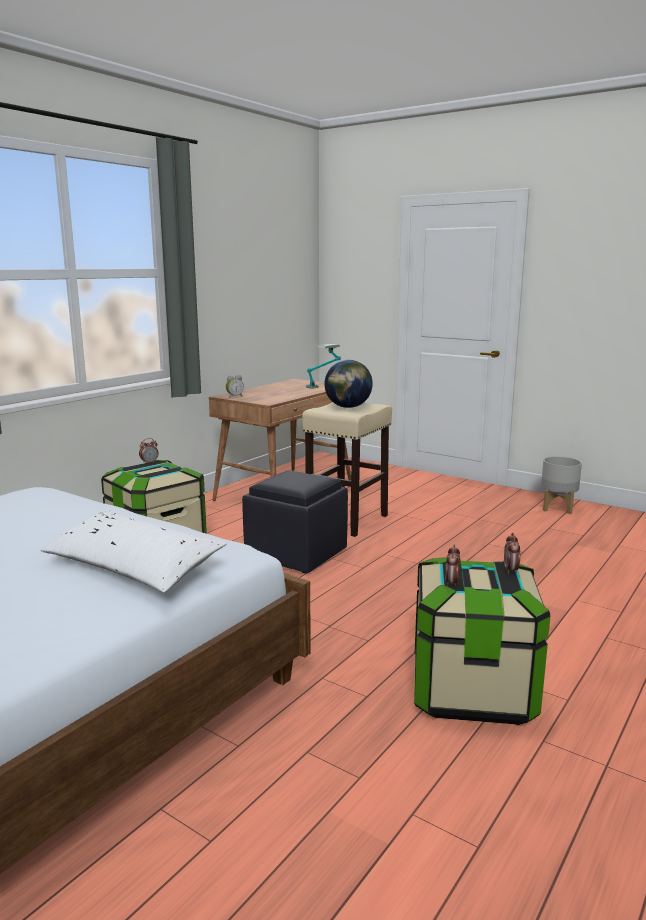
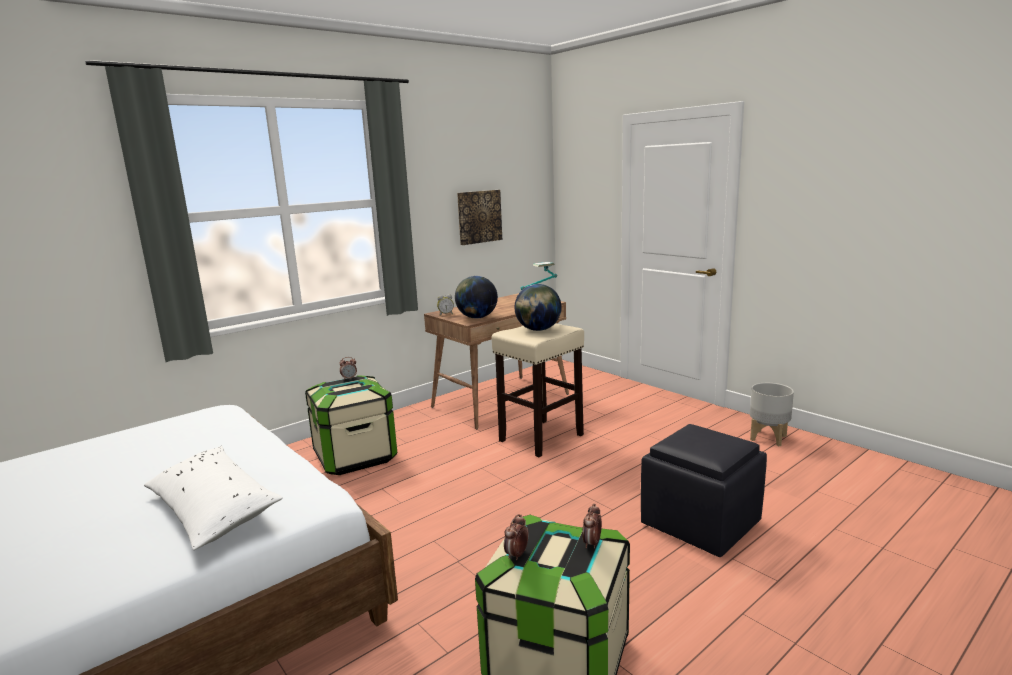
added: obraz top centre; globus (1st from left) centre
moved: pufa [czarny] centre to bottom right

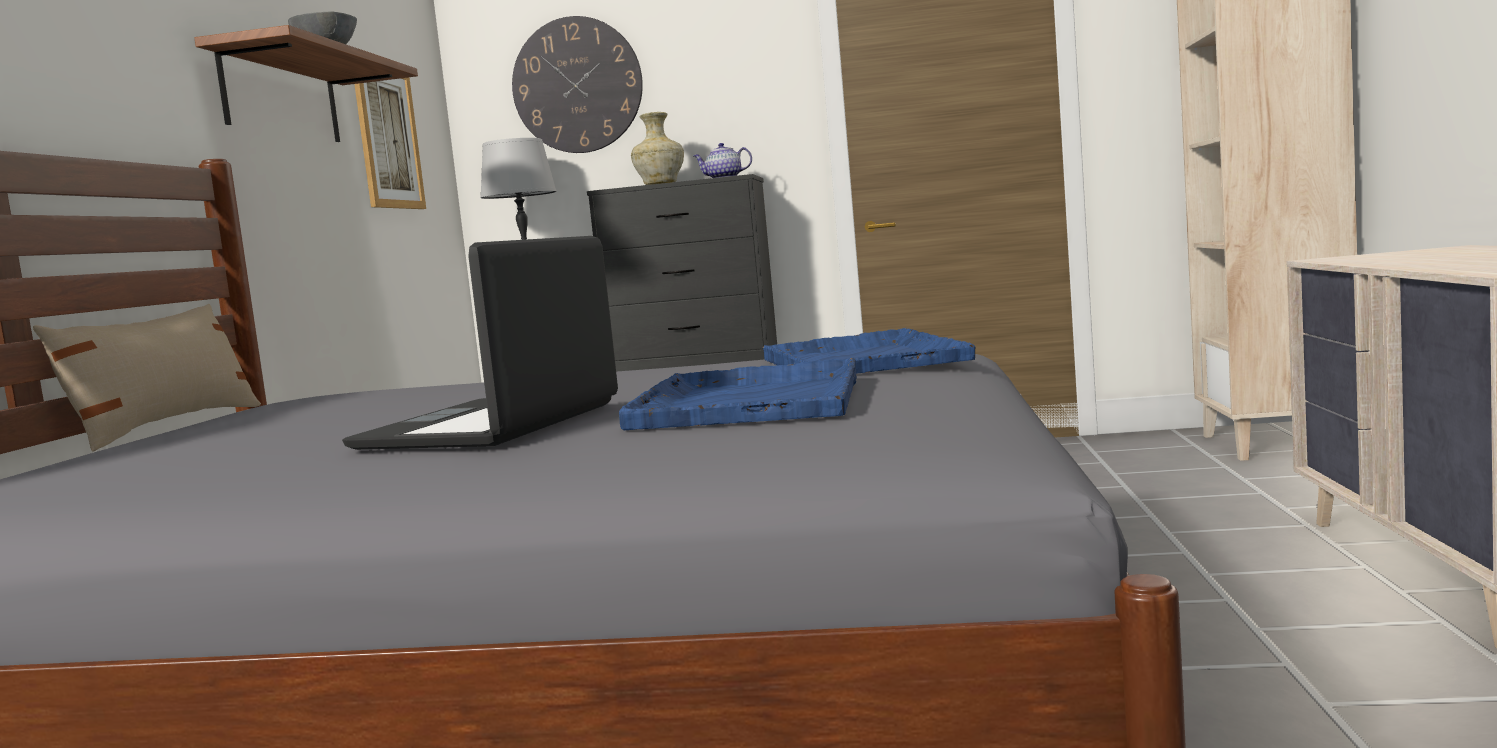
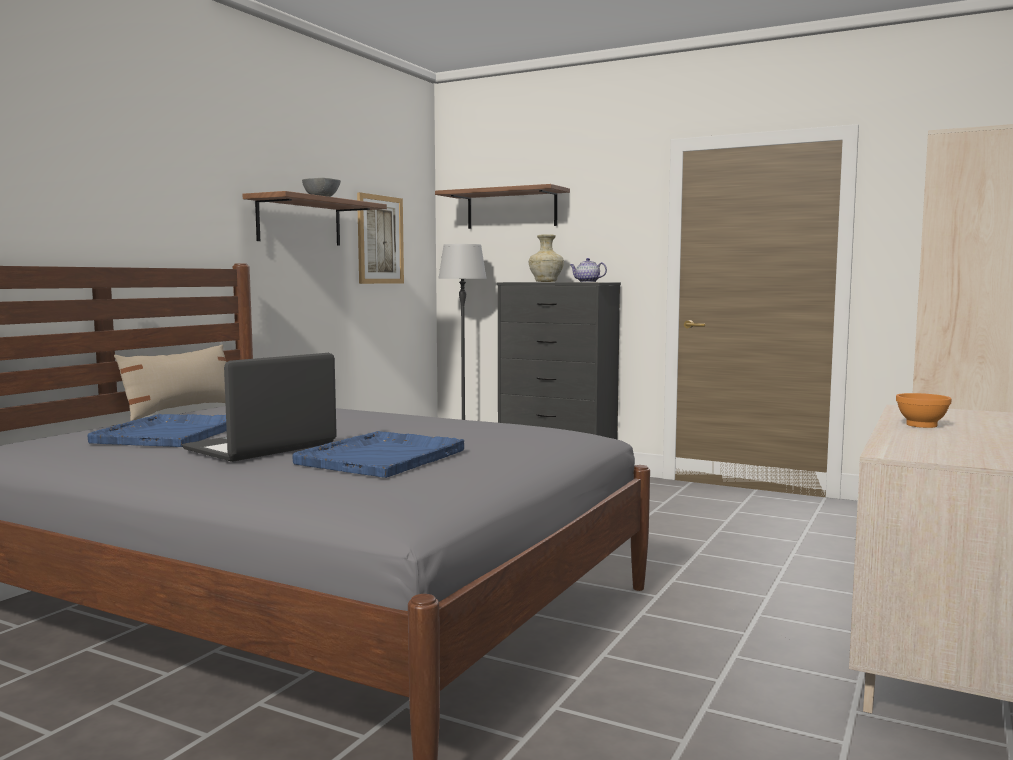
added: miska [pomarańczowy] middle right
moved: taca [niebieski] (2nd from left in the first image) centre to taca [niebieski] (1st from left) middle left
replaced: zegar ścienny top centre to półka (2nd from left) top centre

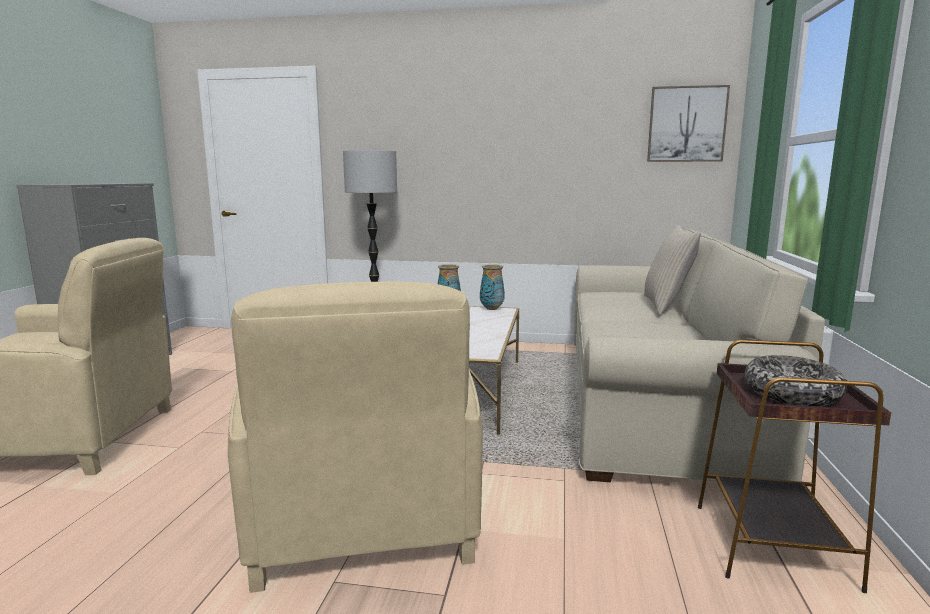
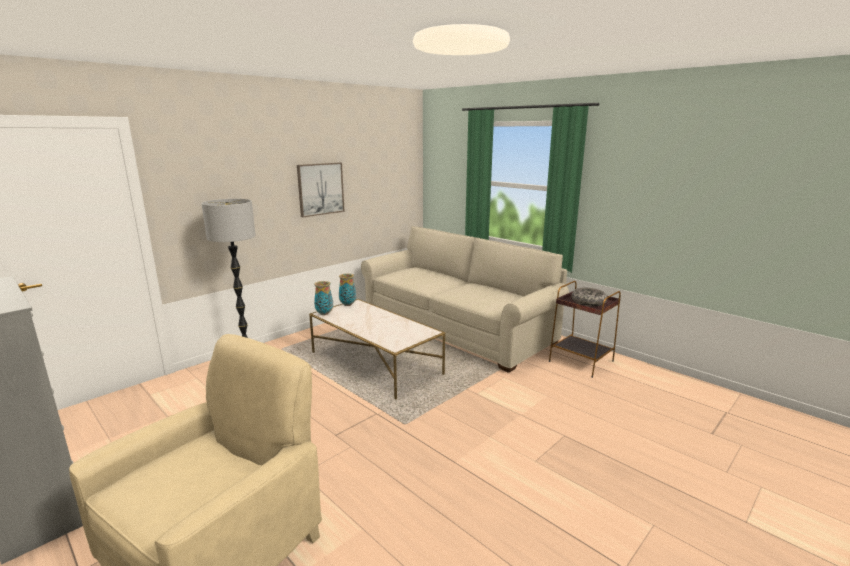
removed: poduszka [beżowy] middle right; fotel [beżowy] (2nd from left) bottom centre
moved: obraz top right to centre

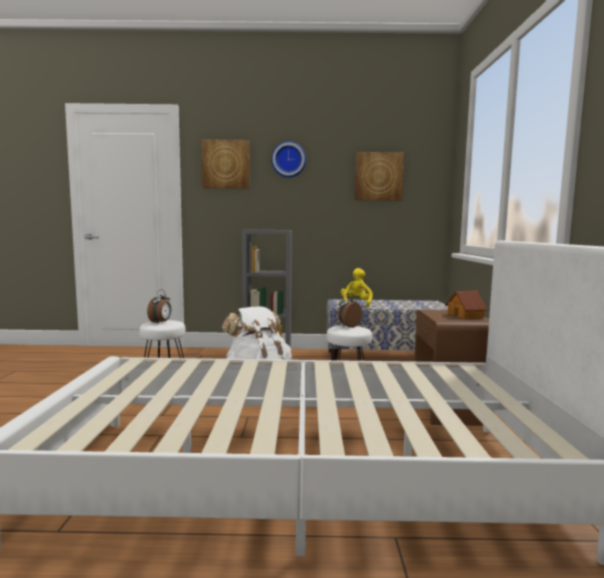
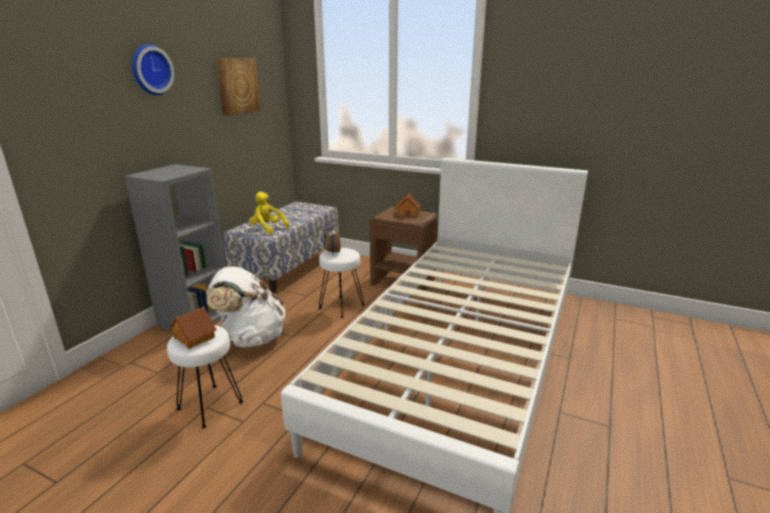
removed: obraz (1st from left) top centre
replaced: budzik (1st from left) middle left to domek (1st from left) middle left

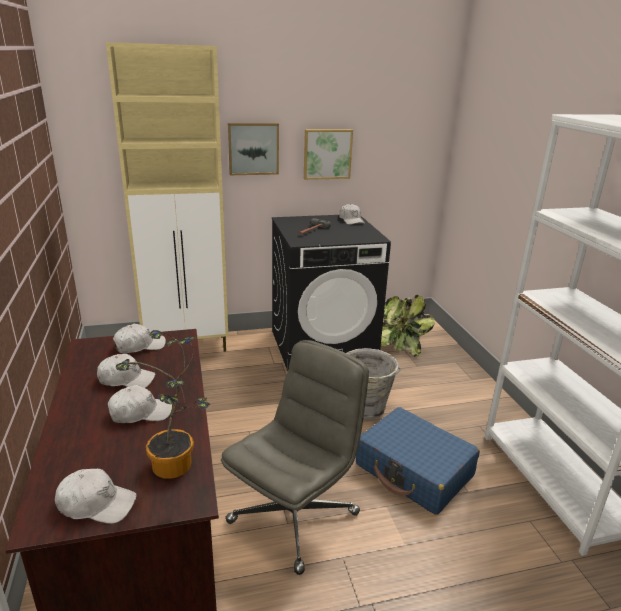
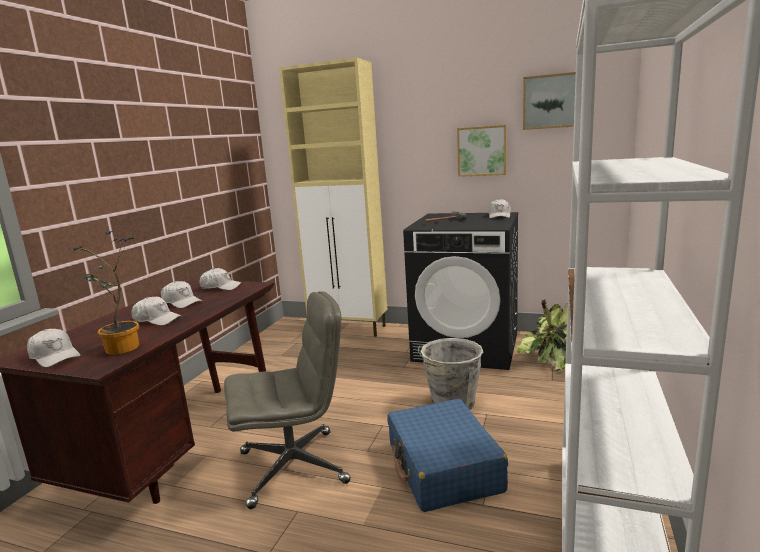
moved: obraz (1st from left in the first image) top centre to obraz (2nd from left) top right

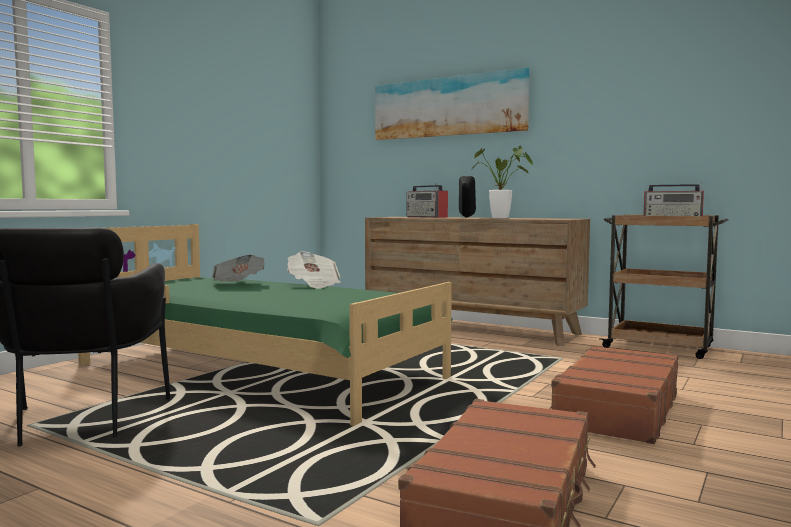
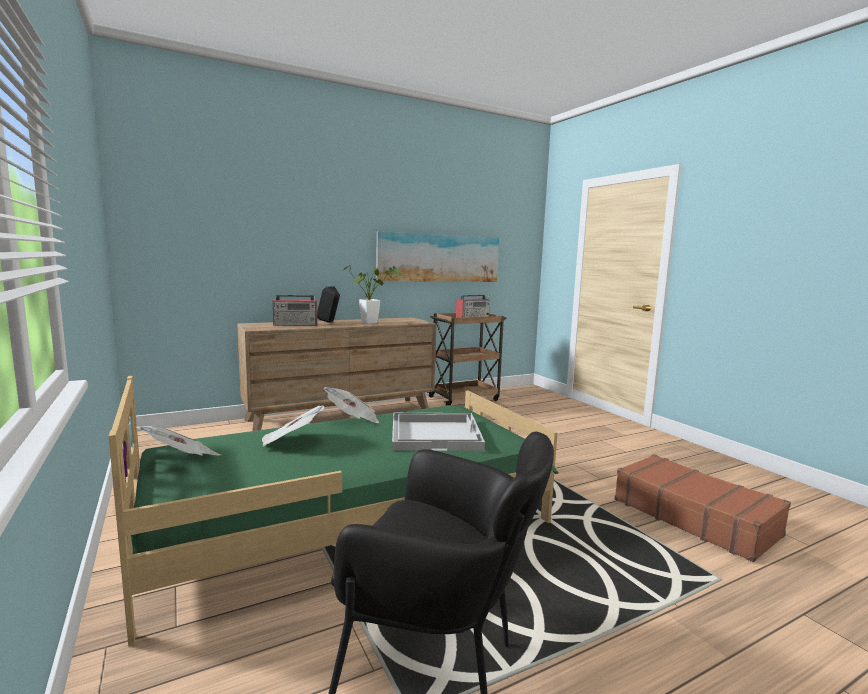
removed: walizka [brązowy] (2nd from left) bottom right
added: taca [biały] centre; gazeta (1st from left) middle left
moved: obraz top centre to centre

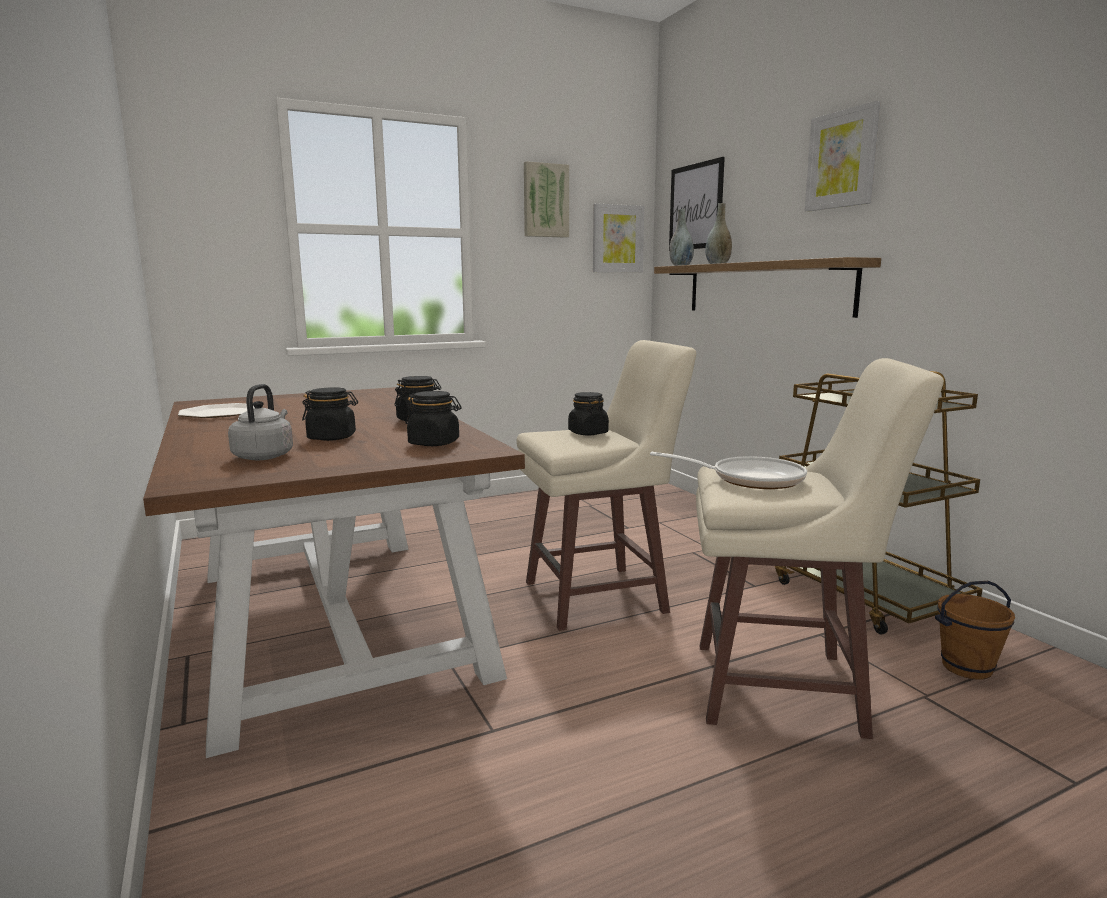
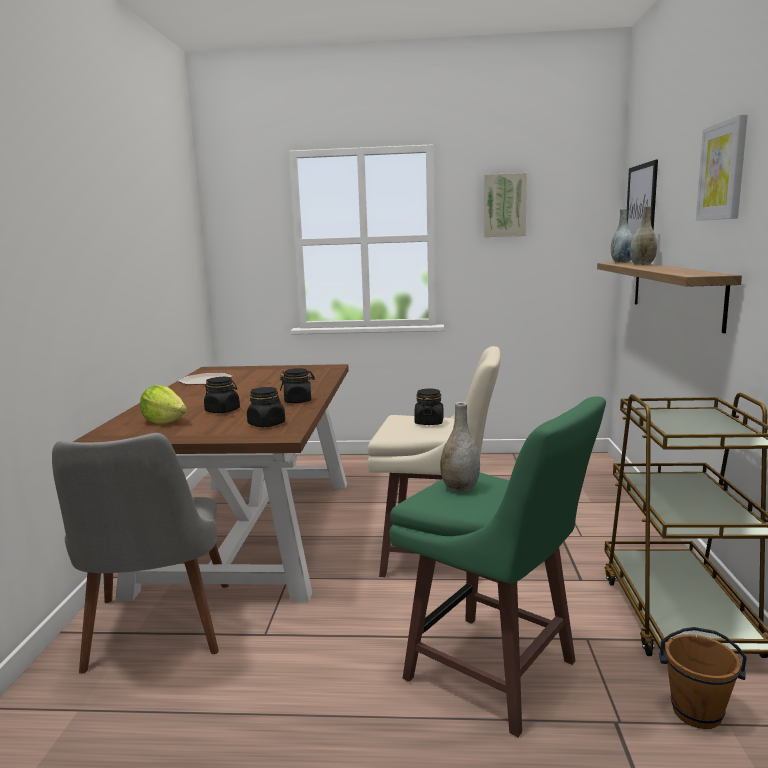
removed: obraz (2nd from left) top centre
added: krzesło [szary] bottom left
replaced: czajnik [szary] middle left to sałata middle left; patelnia centre to wazon [szary] (1st from left) centre
recoloured: stołek [beżowy] (2nd from left) middle right to stołek [zielony] bottom centre

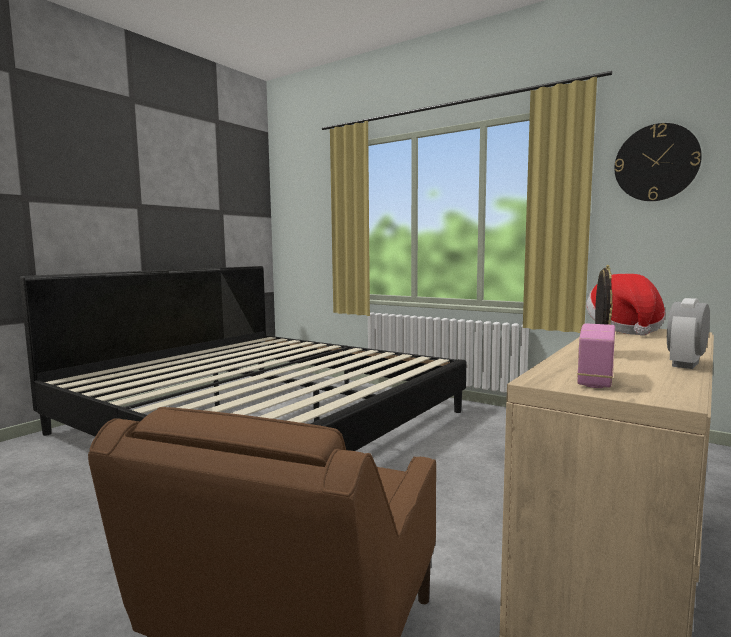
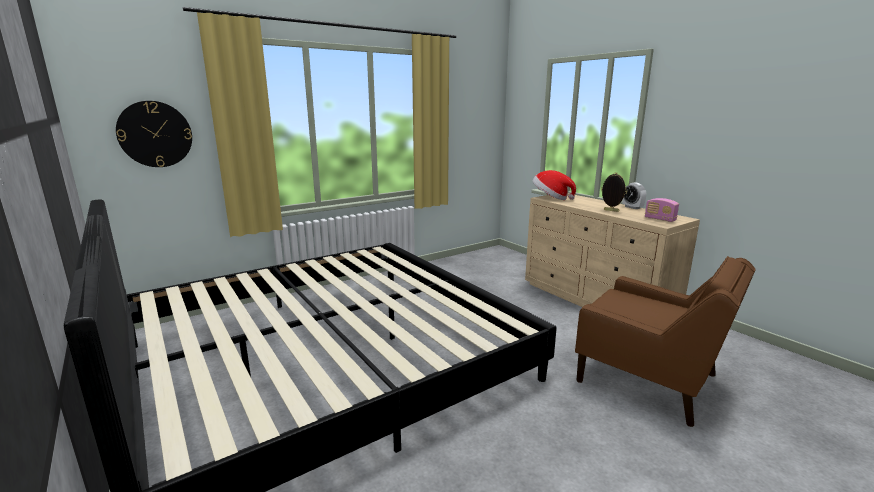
moved: zegar ścienny top right to top left

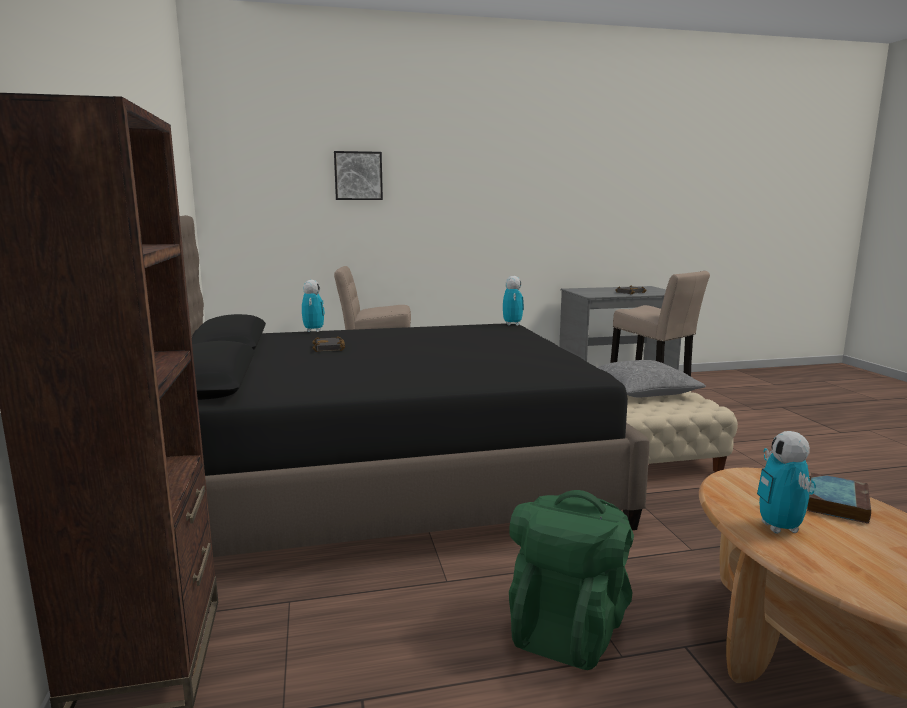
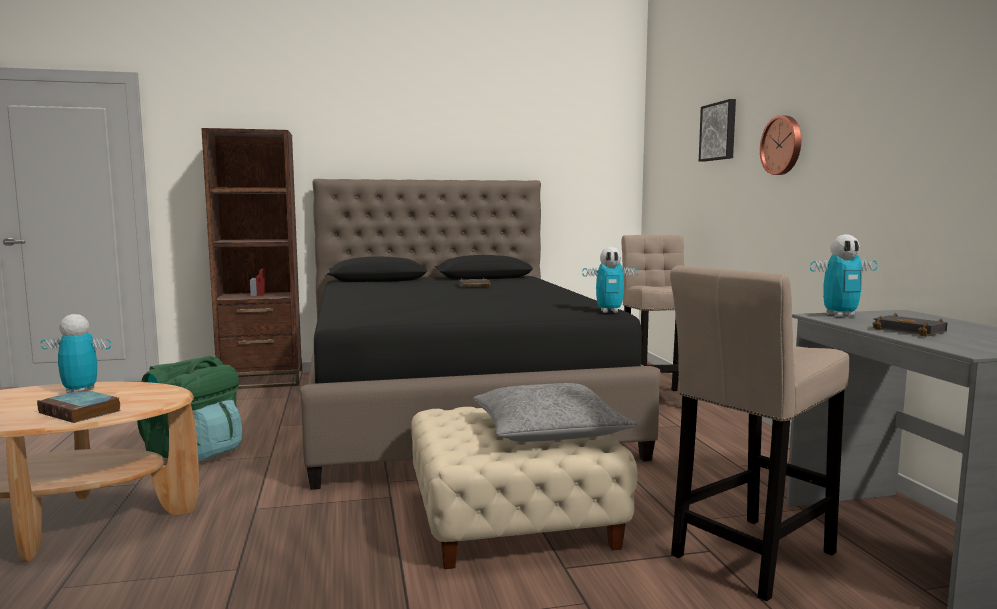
added: zegar ścienny top right
moved: robot zabawkowy (1st from left in the first image) centre to robot zabawkowy (3rd from left) middle right

